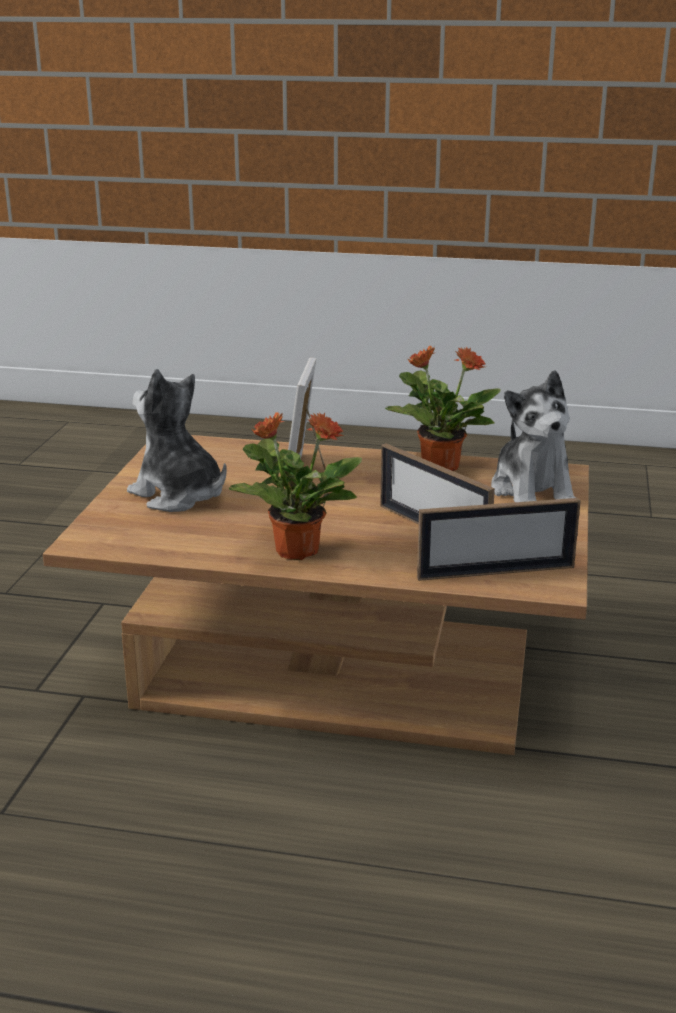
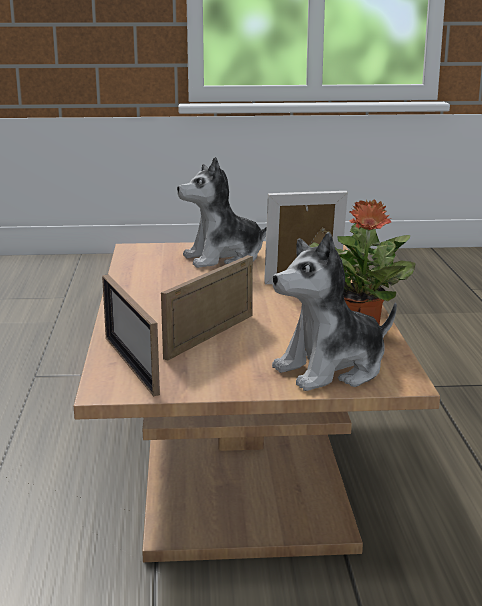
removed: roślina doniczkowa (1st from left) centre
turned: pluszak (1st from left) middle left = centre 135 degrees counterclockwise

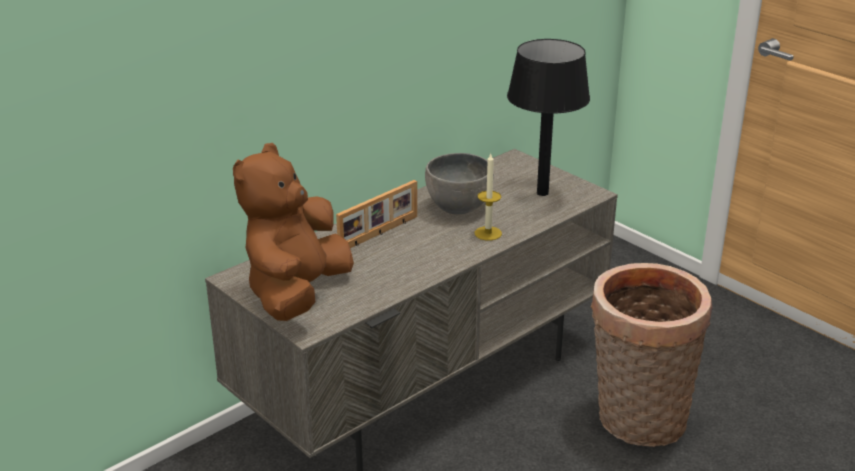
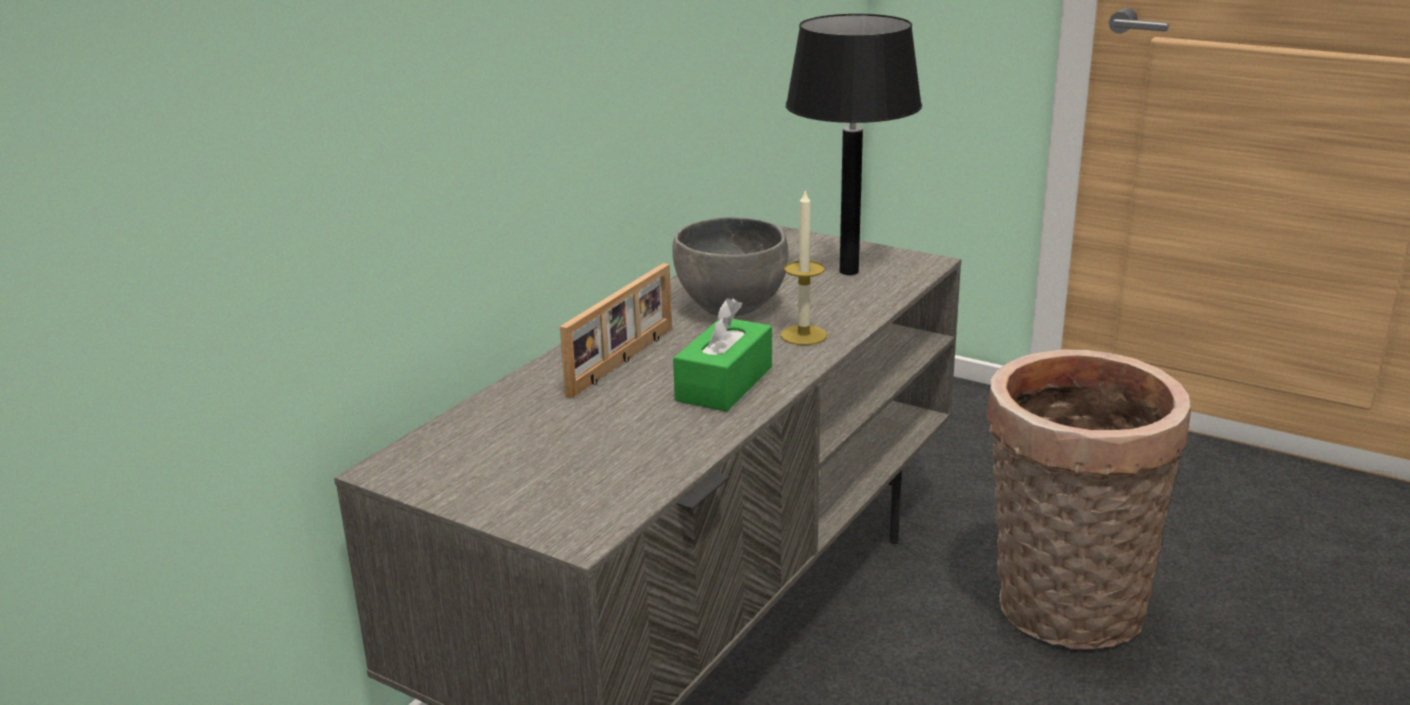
removed: pluszak [brązowy] centre
added: pudełko chusteczek [zielony] centre

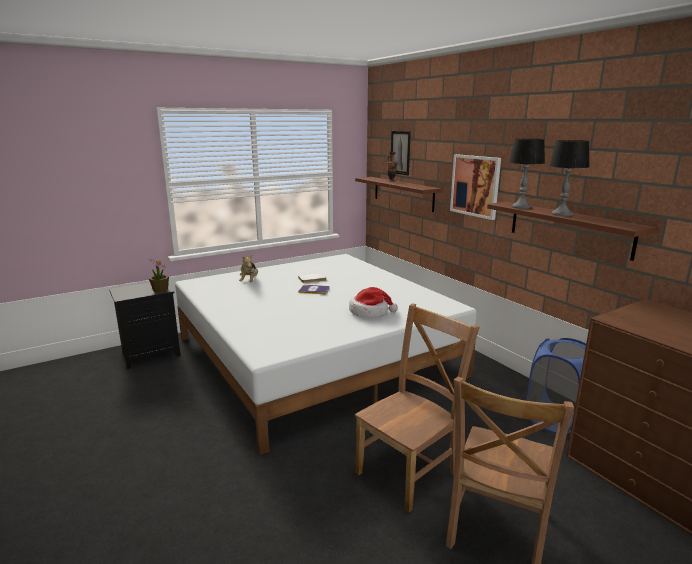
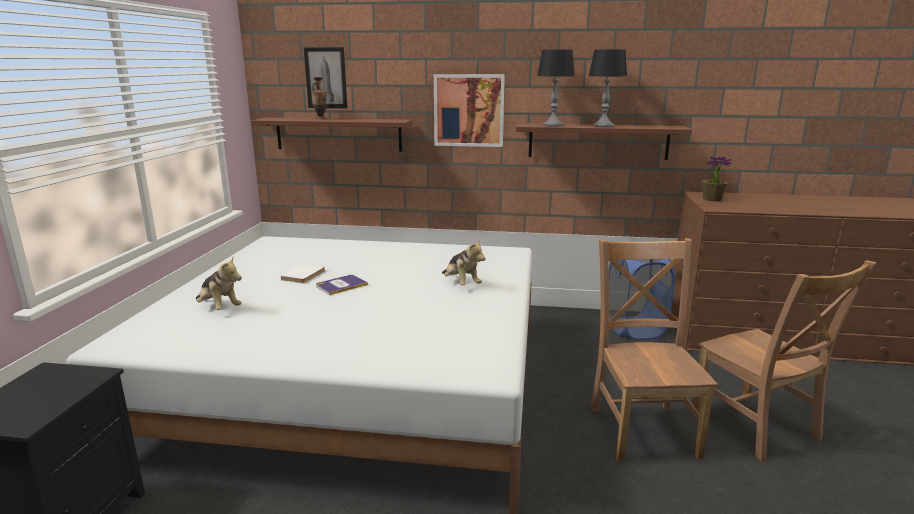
moved: roślina doniczkowa middle left to middle right
replaced: kapelusz centre to pluszak (2nd from left) centre

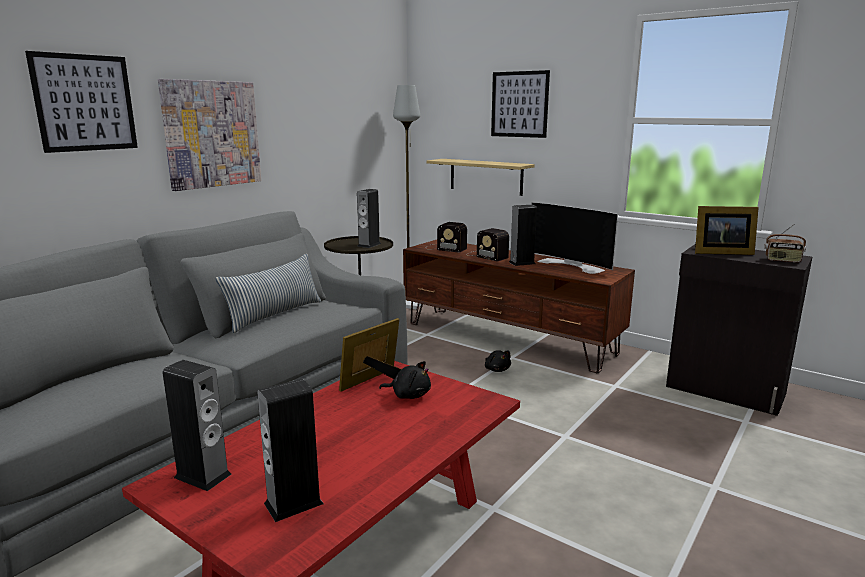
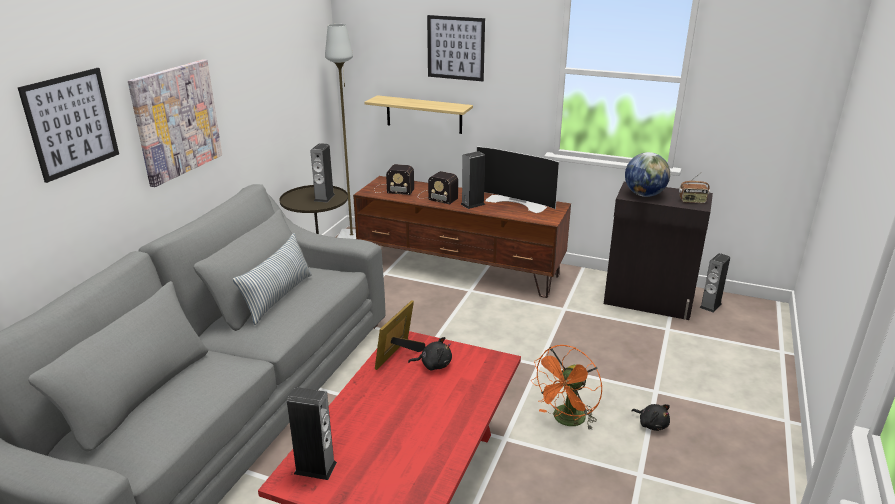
added: wentylator [pomarańczowy] bottom centre
moved: pluszak [czarny] (2nd from left) centre to bottom right; głośnik (2nd from left in the first image) bottom centre to głośnik (4th from left) middle right
replaced: ramka na zdjęcie (2nd from left) middle right to globus middle right

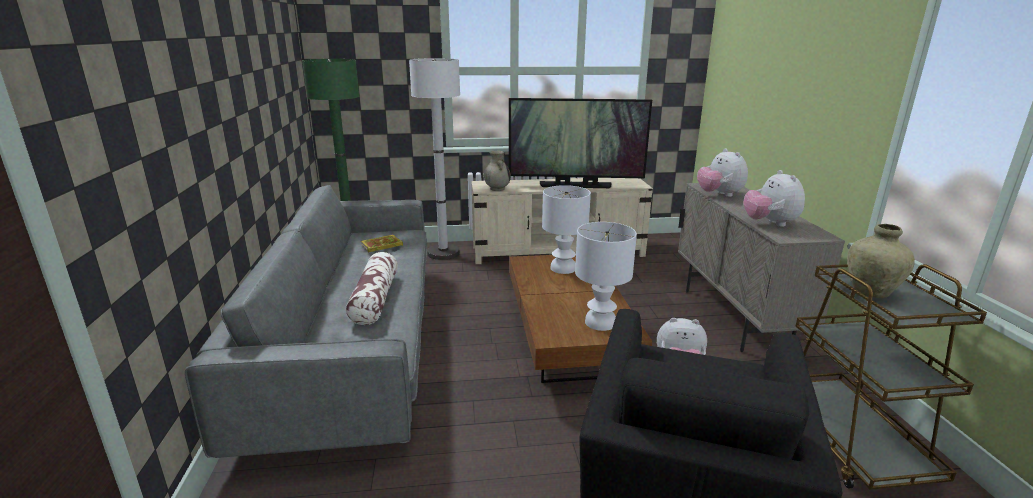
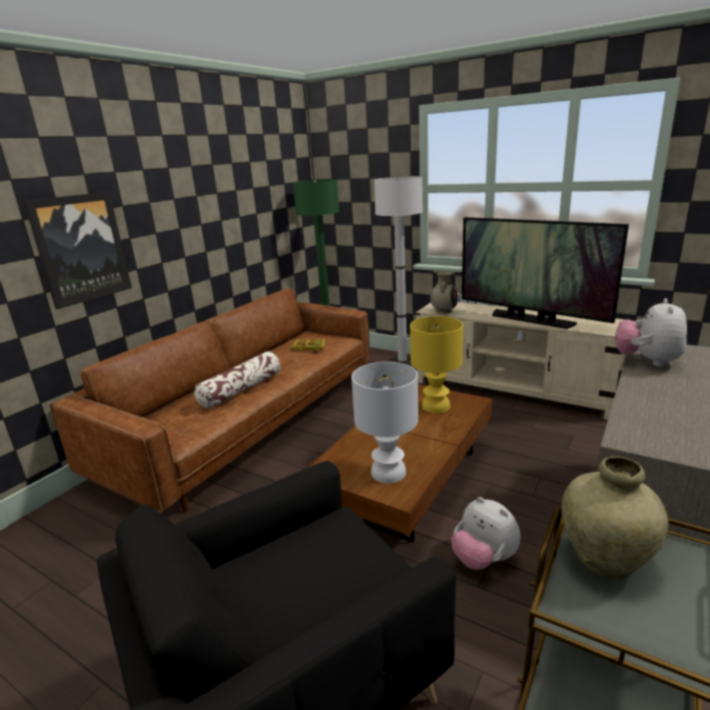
removed: pluszak (3rd from left) middle right
added: obraz middle left
recoloured: kanapa [szary] middle left to kanapa [brązowy] middle left; lampa stołowa [biały] (1st from left) centre to lampa stołowa [żółty] centre

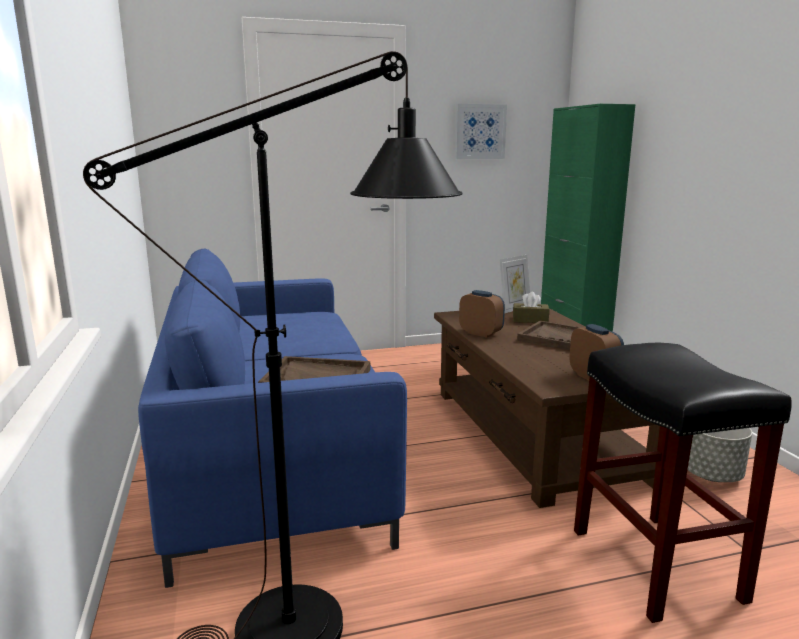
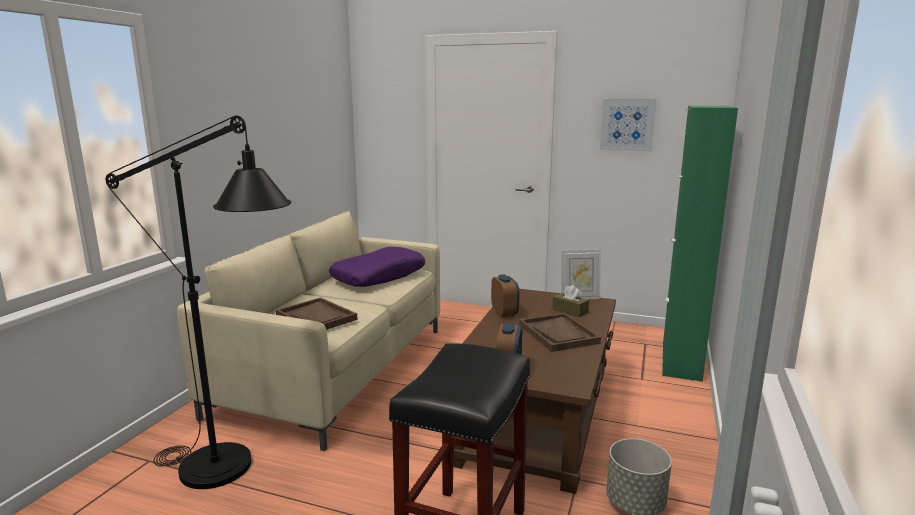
added: poduszka [fioletowy] centre
recoloured: kanapa [niebieski] centre to kanapa [beżowy] centre

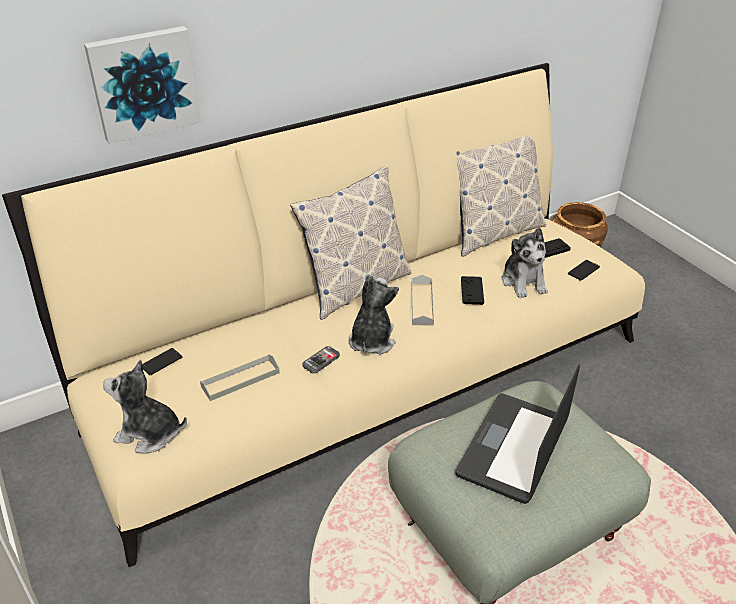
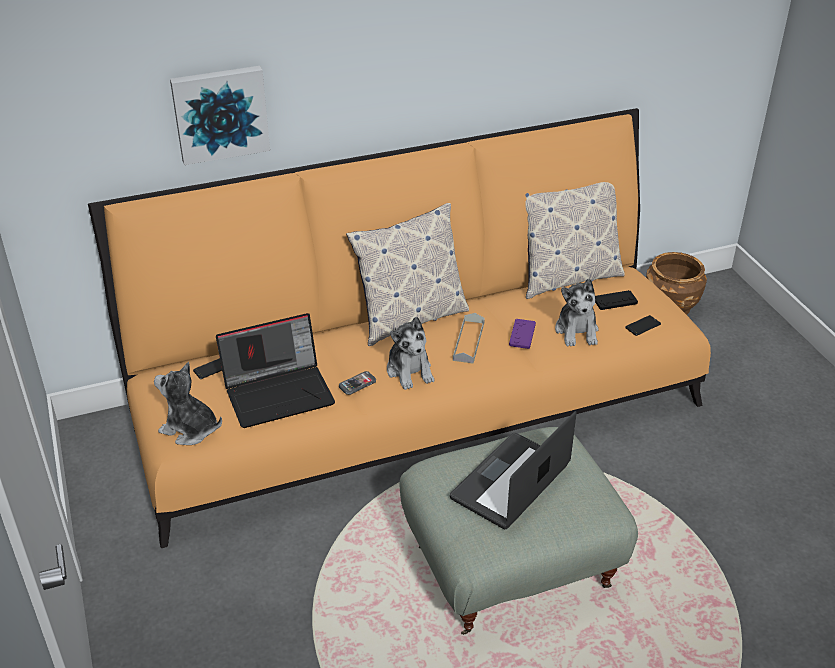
replaced: taca [szary] (1st from left) middle left to laptop (1st from left) middle left
recoloured: kanapa [beżowy] centre to kanapa [pomarańczowy] centre; pad do gier [czarny] (1st from left) centre to pad do gier [fioletowy] centre
turned: pluszak (2nd from left) centre = centre 135 degrees clockwise

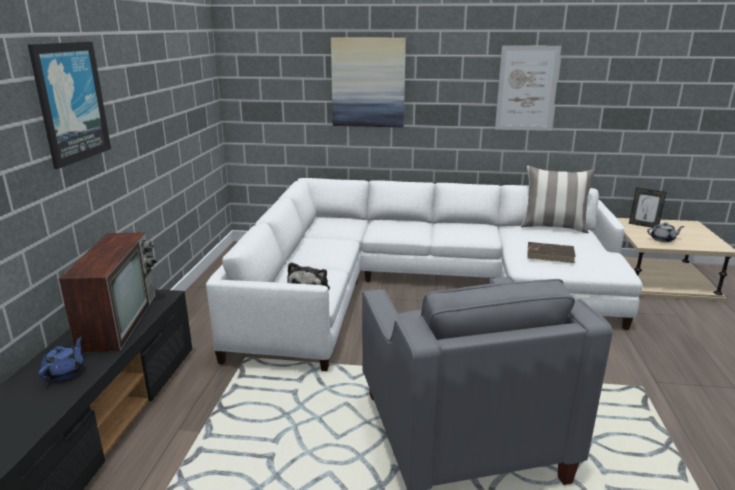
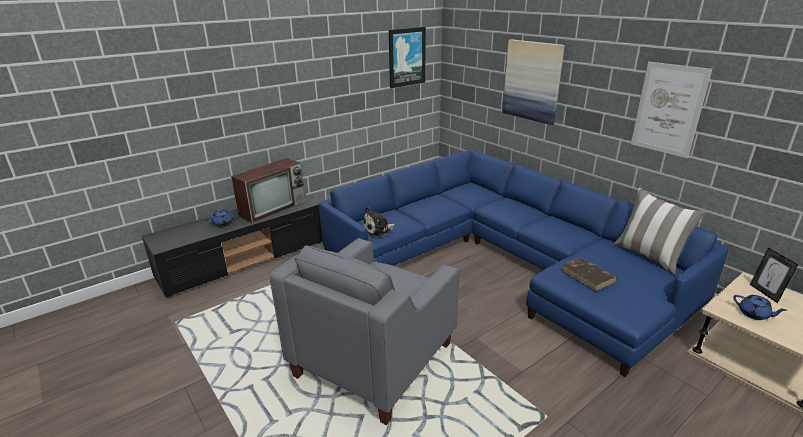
moved: obraz (1st from left) top left to top centre
recoloured: kanapa [biały] centre to kanapa [niebieski] centre; imbryk [szary] middle right to imbryk [niebieski] (2nd from left) bottom right

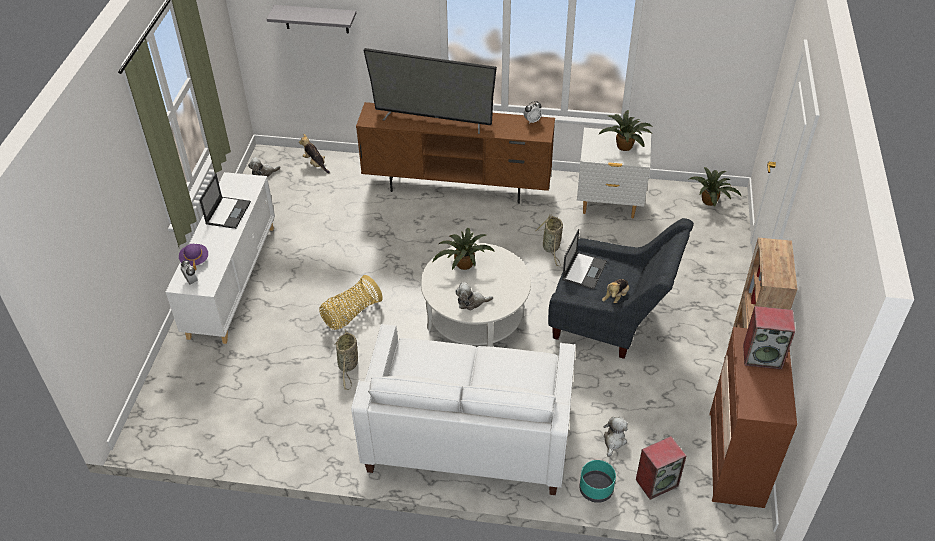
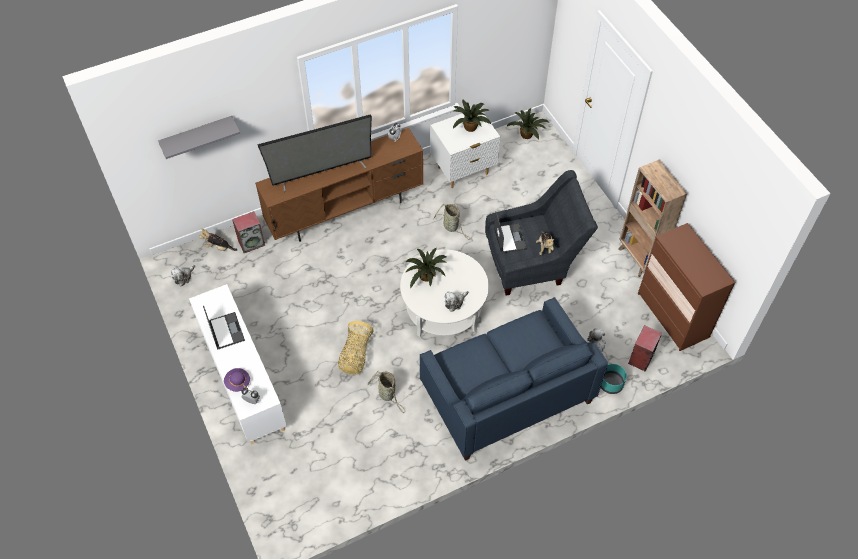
moved: głośnik (2nd from left in the first image) middle right to głośnik (1st from left) middle left
recoloured: kanapa [biały] bottom centre to kanapa [niebieski] bottom centre

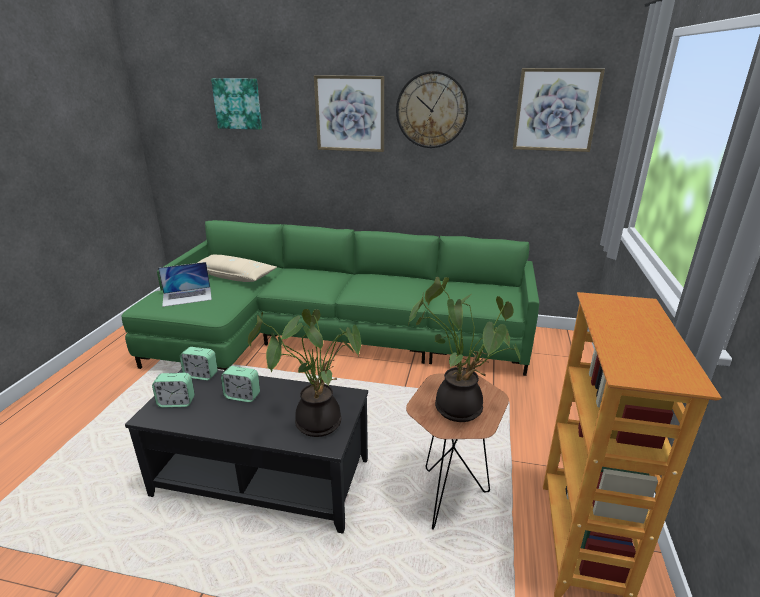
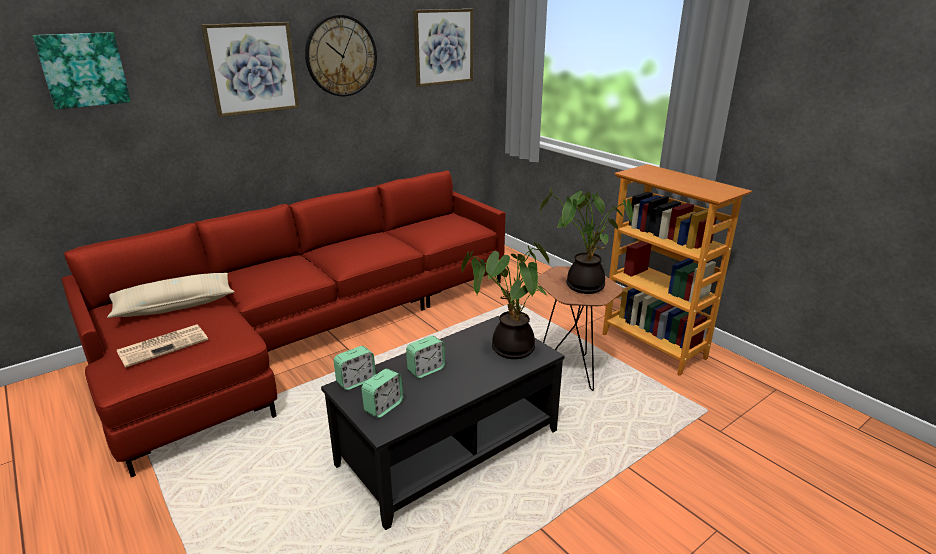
replaced: laptop middle left to gazeta middle left
recoloured: kanapa [zielony] centre to kanapa [czerwony] middle left

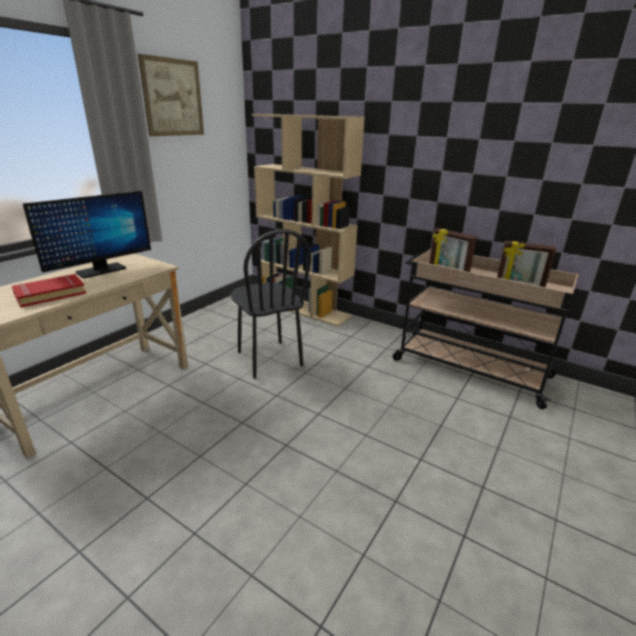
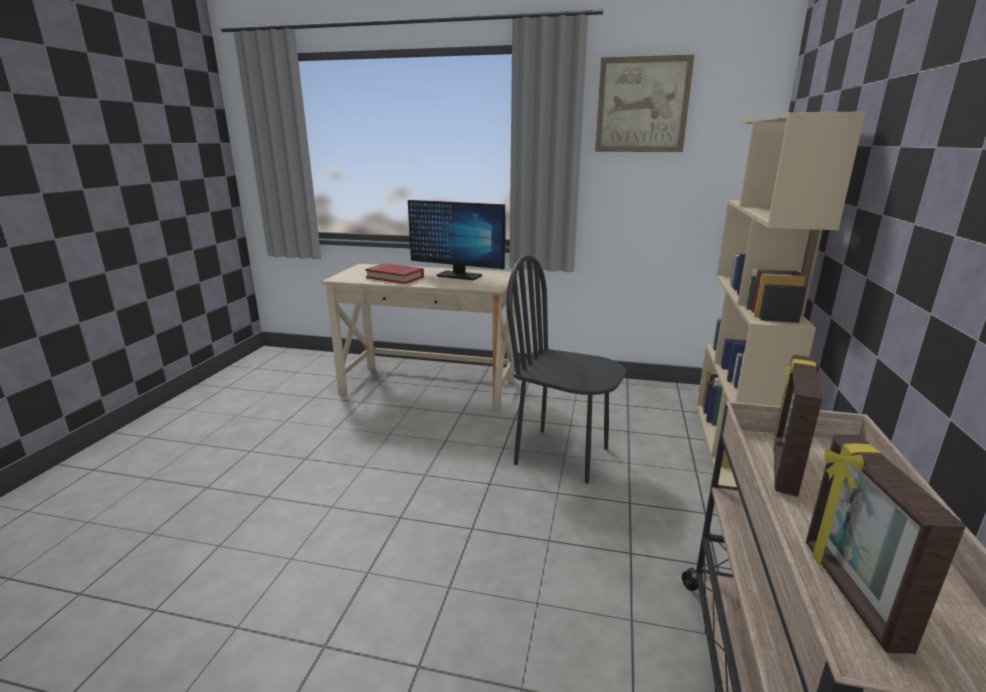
turned: krzesło [czarny] centre = centre 75 degrees clockwise

